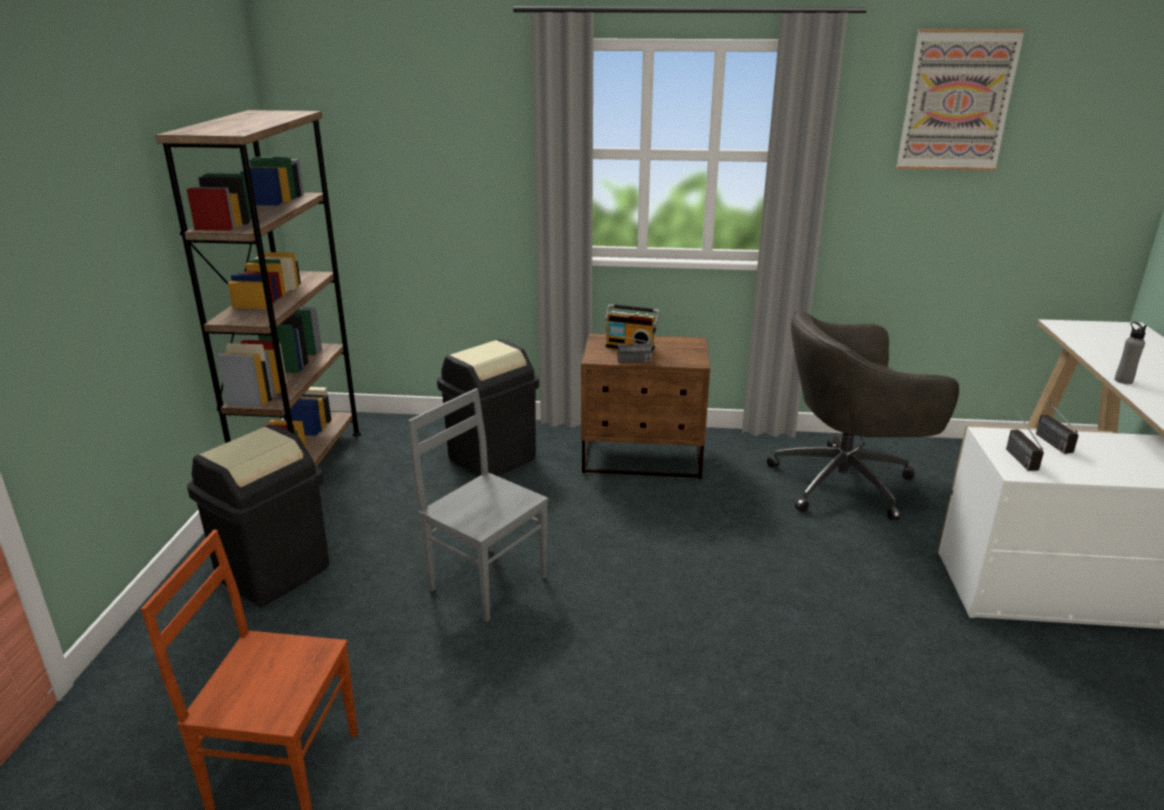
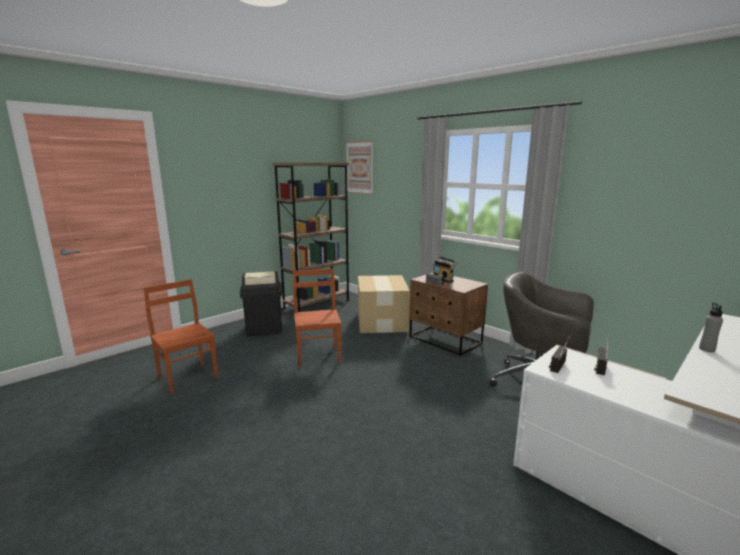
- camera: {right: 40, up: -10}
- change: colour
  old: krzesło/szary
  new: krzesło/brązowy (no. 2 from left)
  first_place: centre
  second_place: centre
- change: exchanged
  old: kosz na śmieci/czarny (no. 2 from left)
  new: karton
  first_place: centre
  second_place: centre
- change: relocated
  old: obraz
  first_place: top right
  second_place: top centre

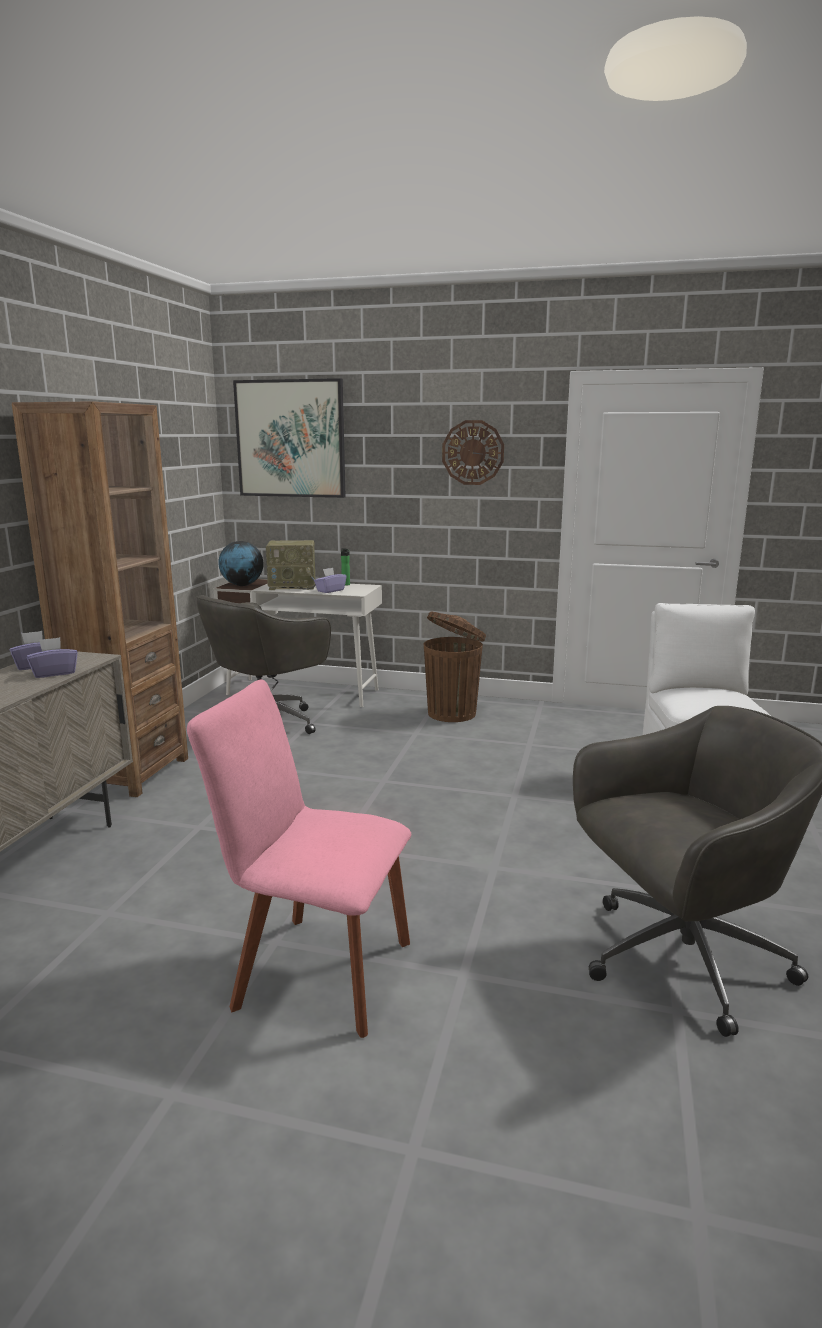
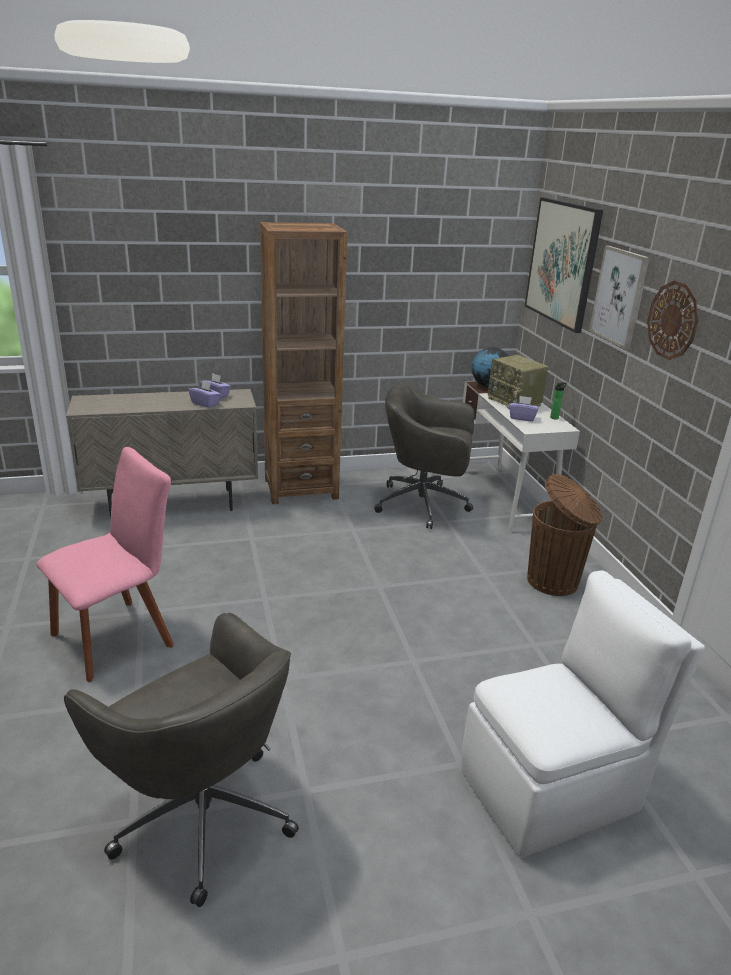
- camera: {right: 60, up: 10}
- change: spun
  old: krzesło/różowy
  first_place: centre
  second_place: middle left
  degrees: 60
- change: appeared
  new: obraz (no. 2 from left)
  second_place: top right

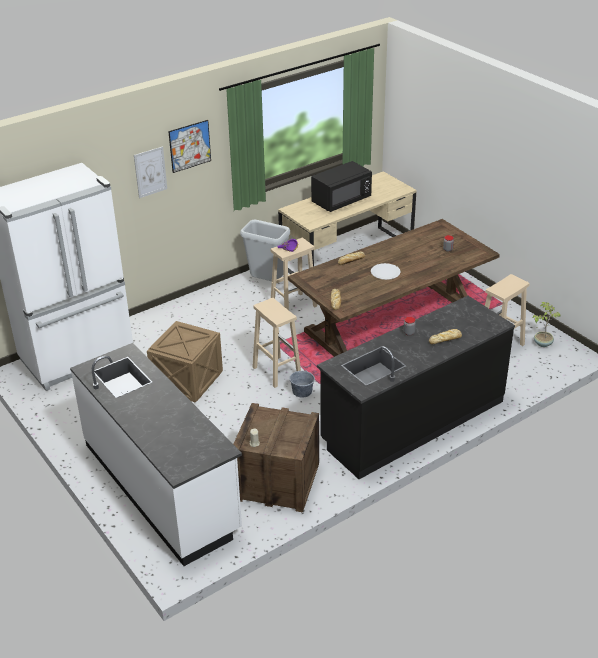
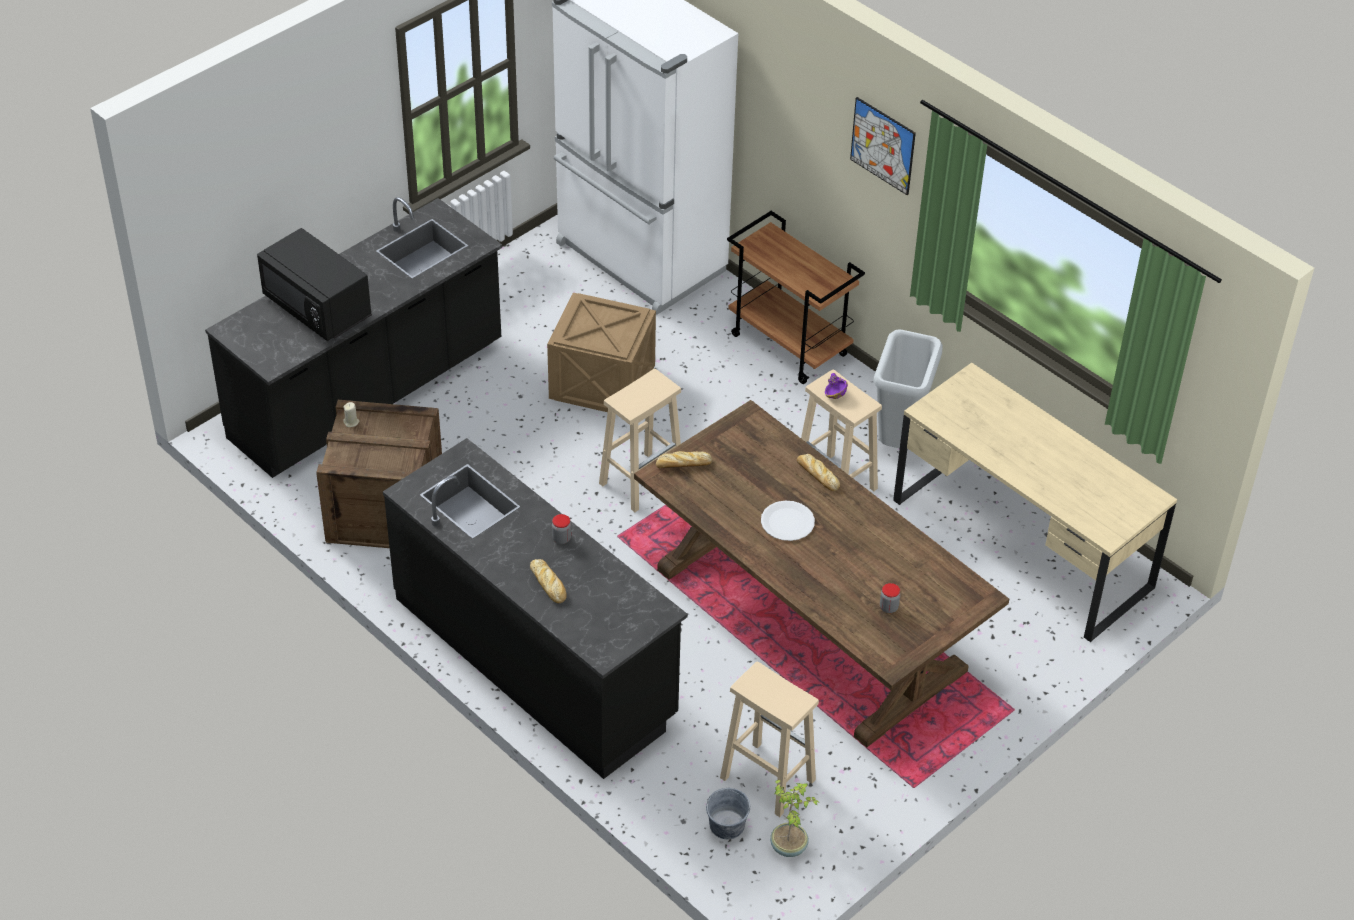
- camera: {right: 80, up: 10}
- change: colour
  old: zabudowa kuchenna/biały
  new: zabudowa kuchenna/czarny (no. 1 from left)
  first_place: bottom left
  second_place: middle left
- change: missing
  old: obraz (no. 1 from left)
  first_place: top left
- change: relocated
  old: wiadro/szary
  first_place: centre
  second_place: bottom centre
- change: relocated
  old: mikrofalówka/czarny
  first_place: top centre
  second_place: top left
- change: appeared
  new: wózek/brązowy
  second_place: top centre

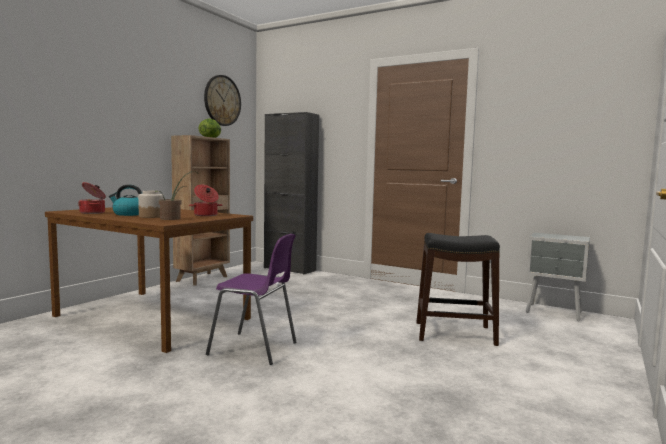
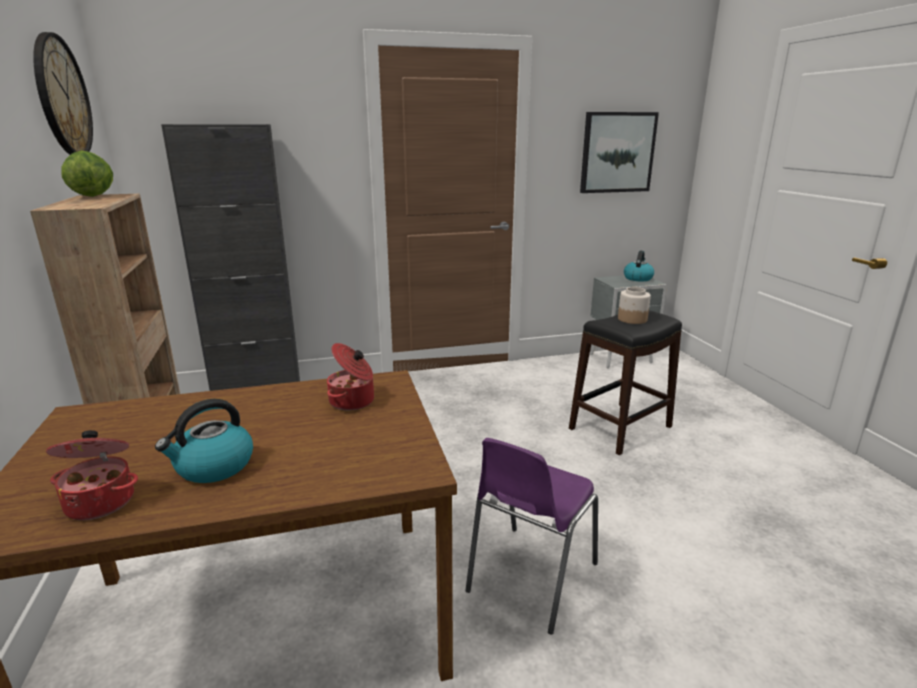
- camera: {right: -45, up: 15}
- change: relocated
  old: słoik
  first_place: middle left
  second_place: middle right
- change: missing
  old: roślina doniczkowa
  first_place: middle left
- change: spun
  old: krzesło/fioletowy
  first_place: bottom centre
  second_place: bottom centre
  degrees: 150
- change: appeared
  new: obraz
  second_place: top right
- change: appeared
  new: czajnik (no. 2 from left)
  second_place: middle right

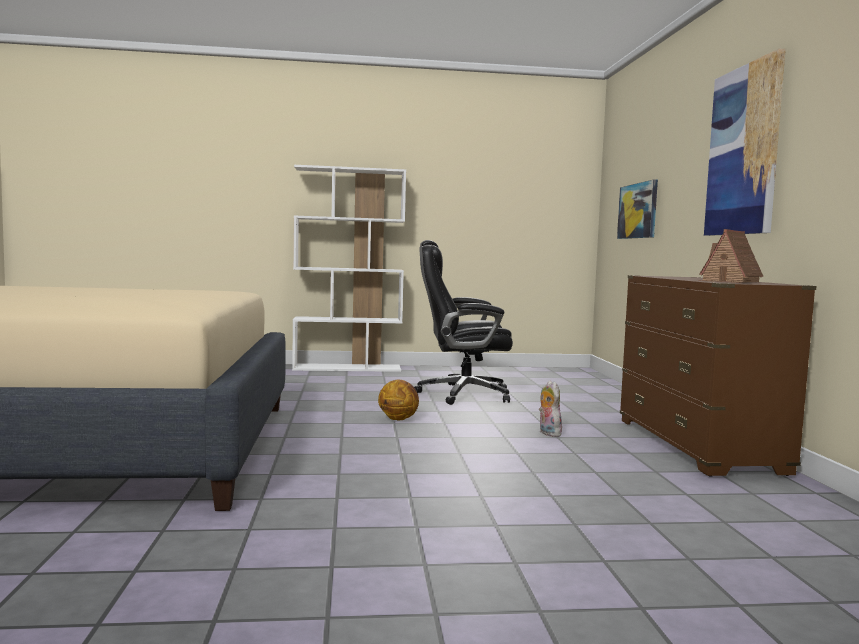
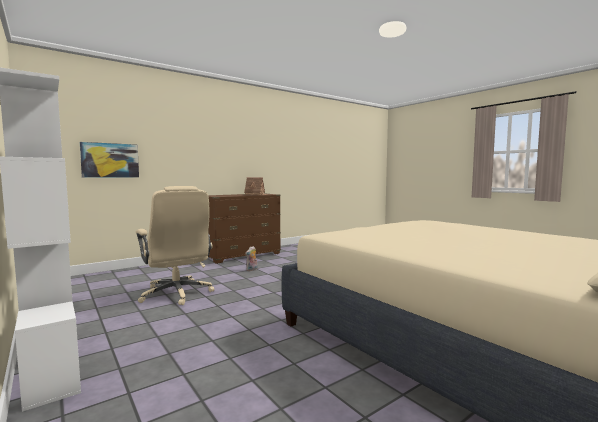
- camera: {right: -120, up: 0}
- change: missing
  old: piłka do koszykówki
  first_place: centre
- change: colour
  old: krzesło biurowe/czarny
  new: krzesło biurowe/beżowy
  first_place: centre
  second_place: middle left
- change: missing
  old: obraz (no. 2 from left)
  first_place: top right

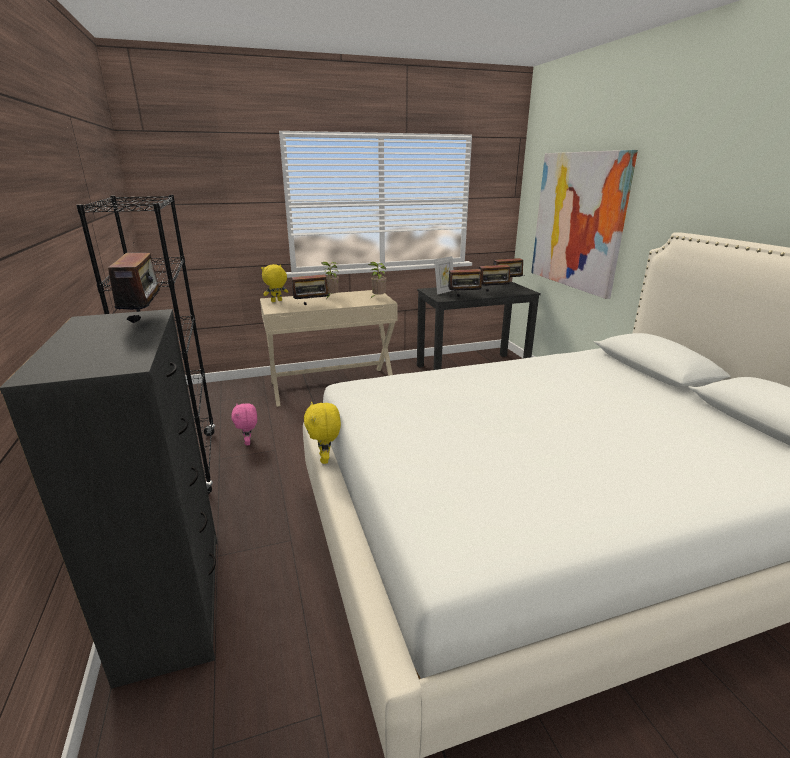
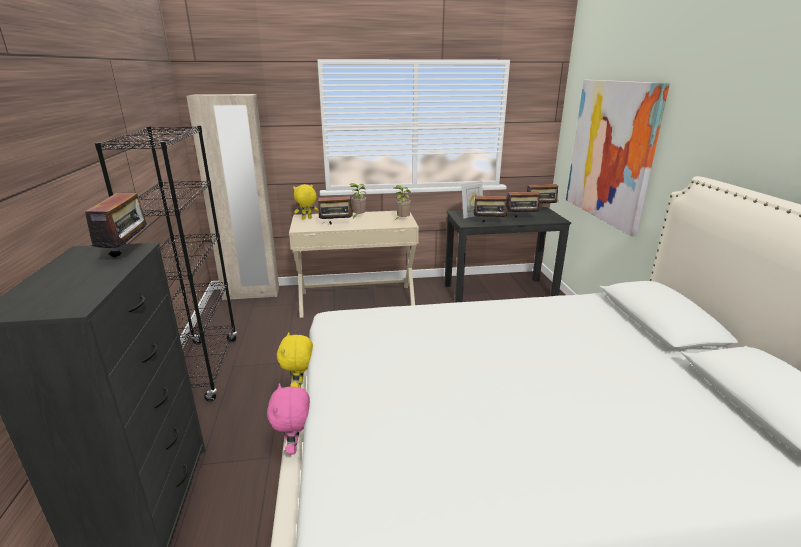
- camera: {right: 10, up: 0}
- change: relocated
  old: pluszak/różowy
  first_place: middle left
  second_place: bottom centre
- change: appeared
  new: szafa/beżowy
  second_place: middle left

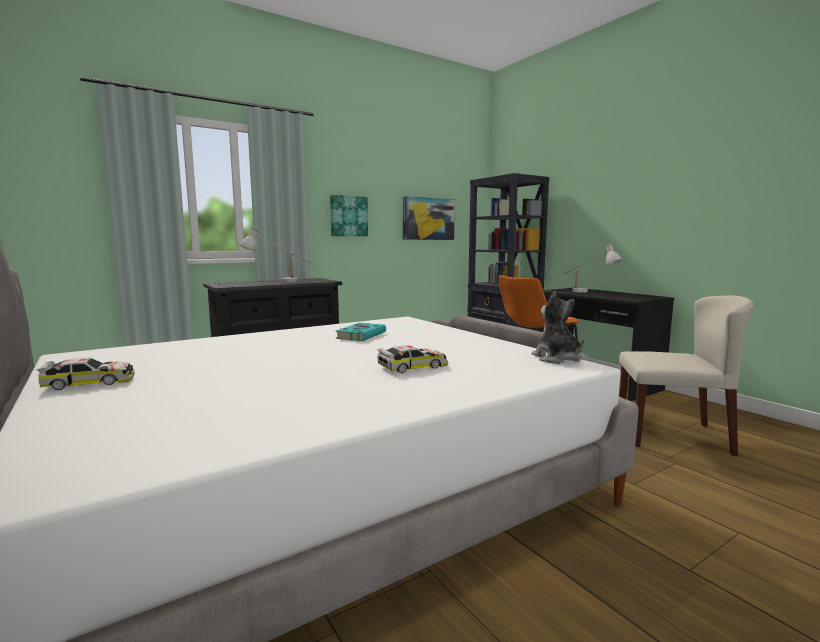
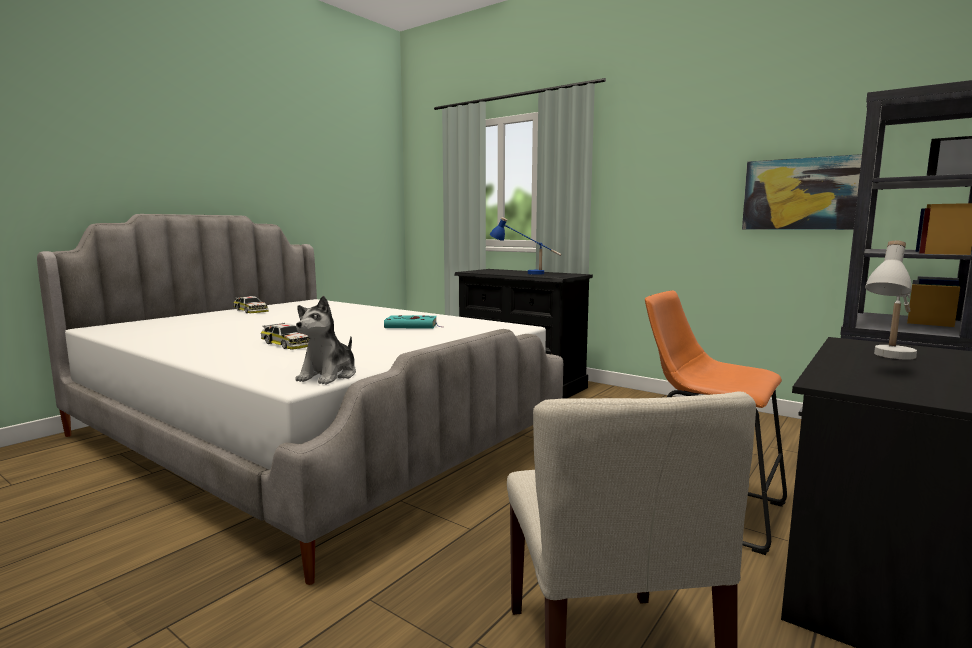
- camera: {right: 70, up: 0}
- change: colour
  old: lampa stołowa/biały (no. 1 from left)
  new: lampa stołowa/niebieski
  first_place: centre
  second_place: centre
- change: missing
  old: obraz (no. 1 from left)
  first_place: centre
- change: spun
  old: pluszak
  first_place: middle right
  second_place: centre
  degrees: 150

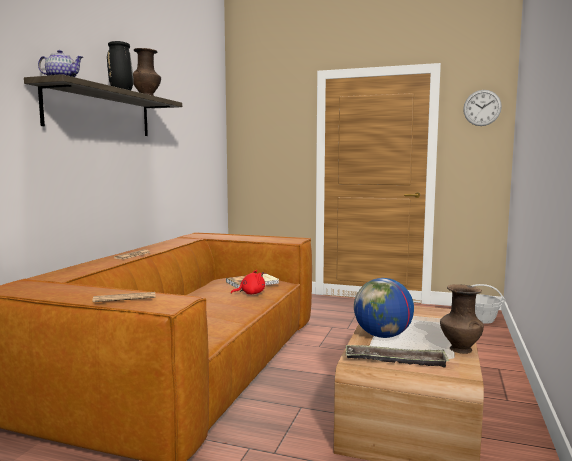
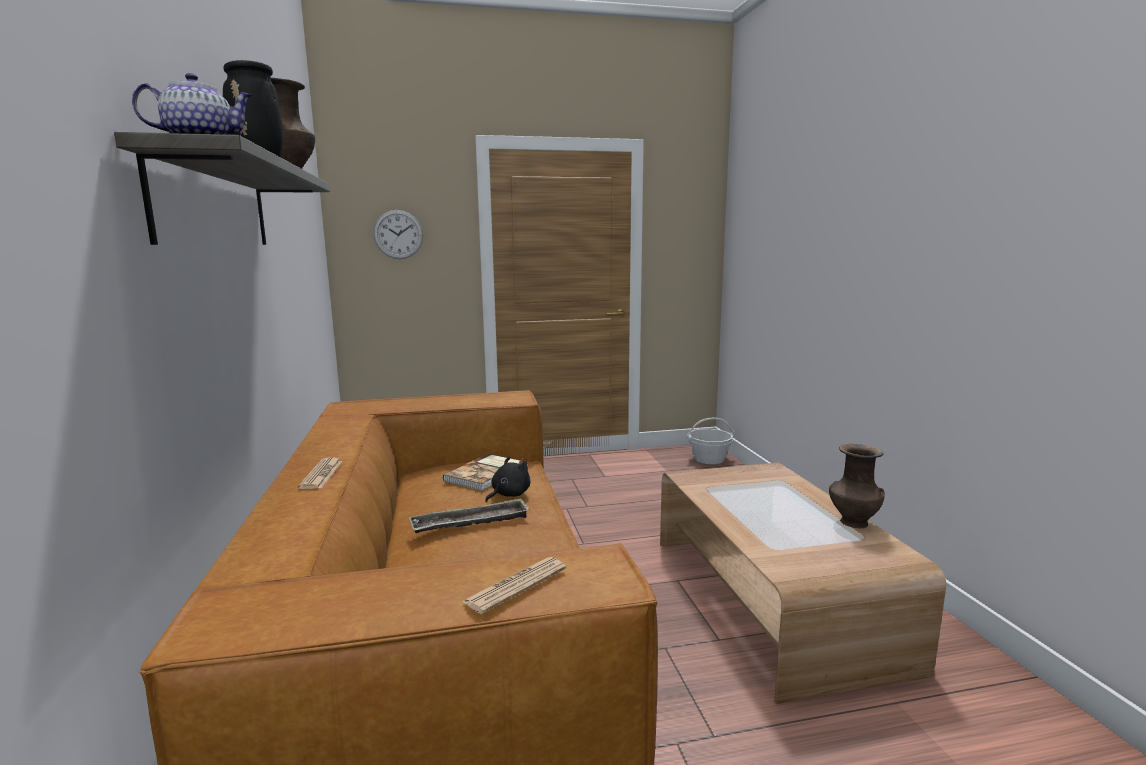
- camera: {right: -30, up: 5}
- change: colour
  old: pluszak/czerwony
  new: pluszak/czarny
  first_place: centre
  second_place: centre
- change: relocated
  old: taca
  first_place: bottom right
  second_place: bottom centre
- change: missing
  old: globus
  first_place: bottom right
- change: relocated
  old: zegar ścienny
  first_place: top right
  second_place: top centre

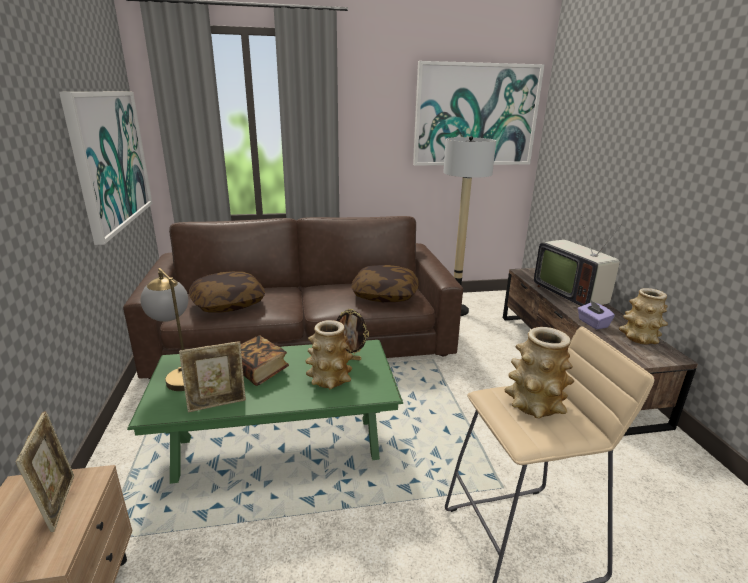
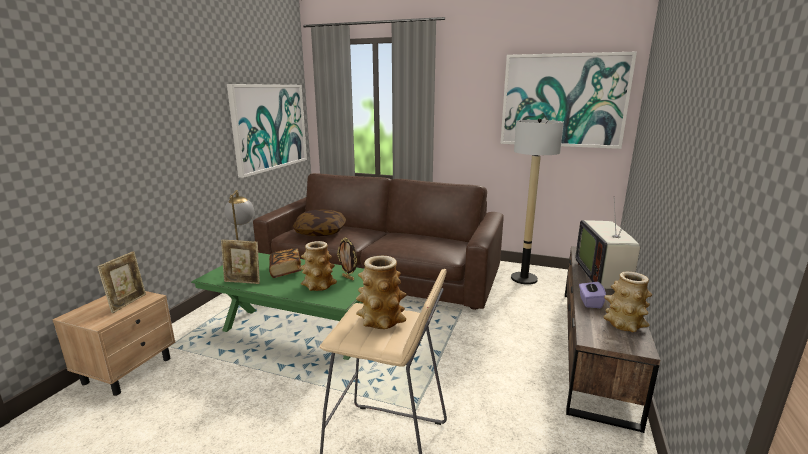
- camera: {right: 30, up: -5}
- change: missing
  old: poduszka (no. 2 from left)
  first_place: centre

